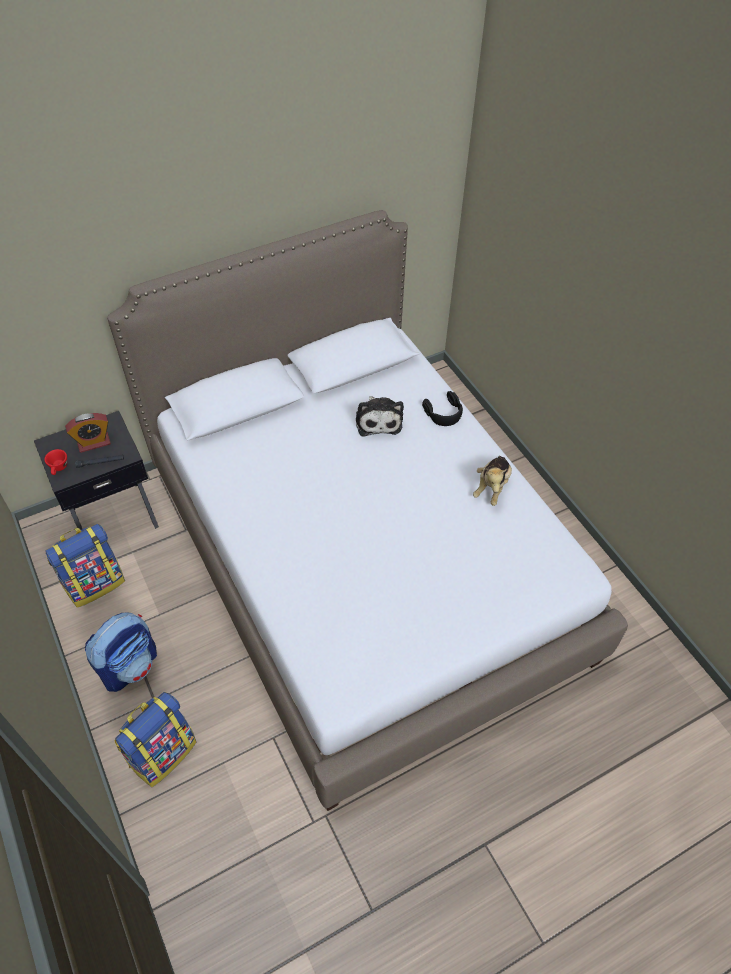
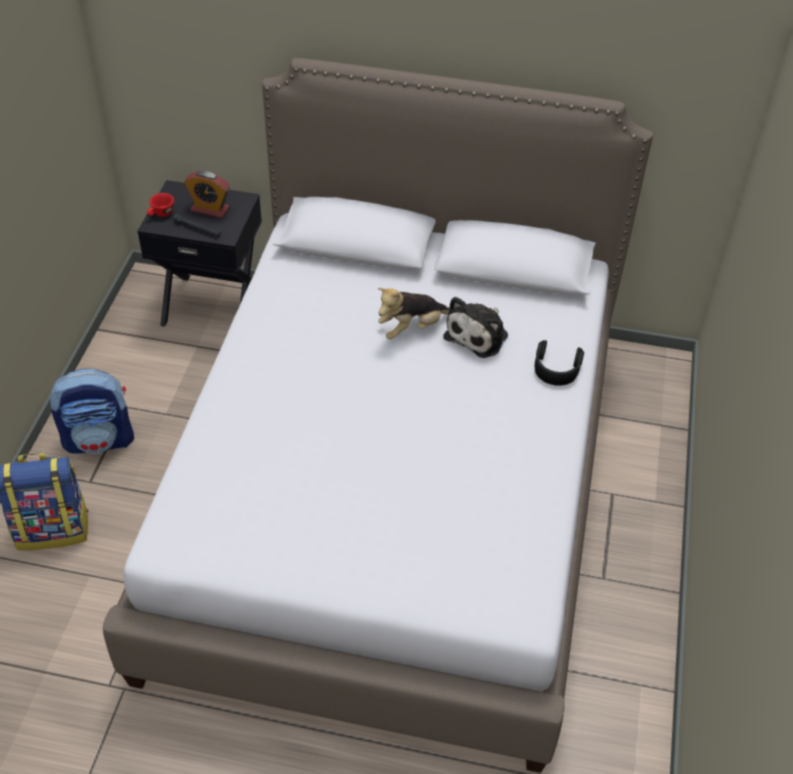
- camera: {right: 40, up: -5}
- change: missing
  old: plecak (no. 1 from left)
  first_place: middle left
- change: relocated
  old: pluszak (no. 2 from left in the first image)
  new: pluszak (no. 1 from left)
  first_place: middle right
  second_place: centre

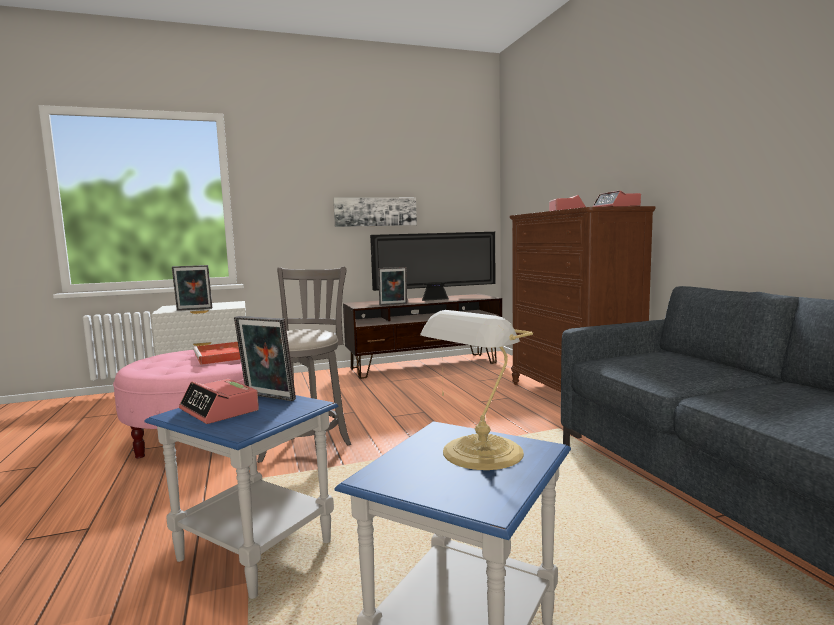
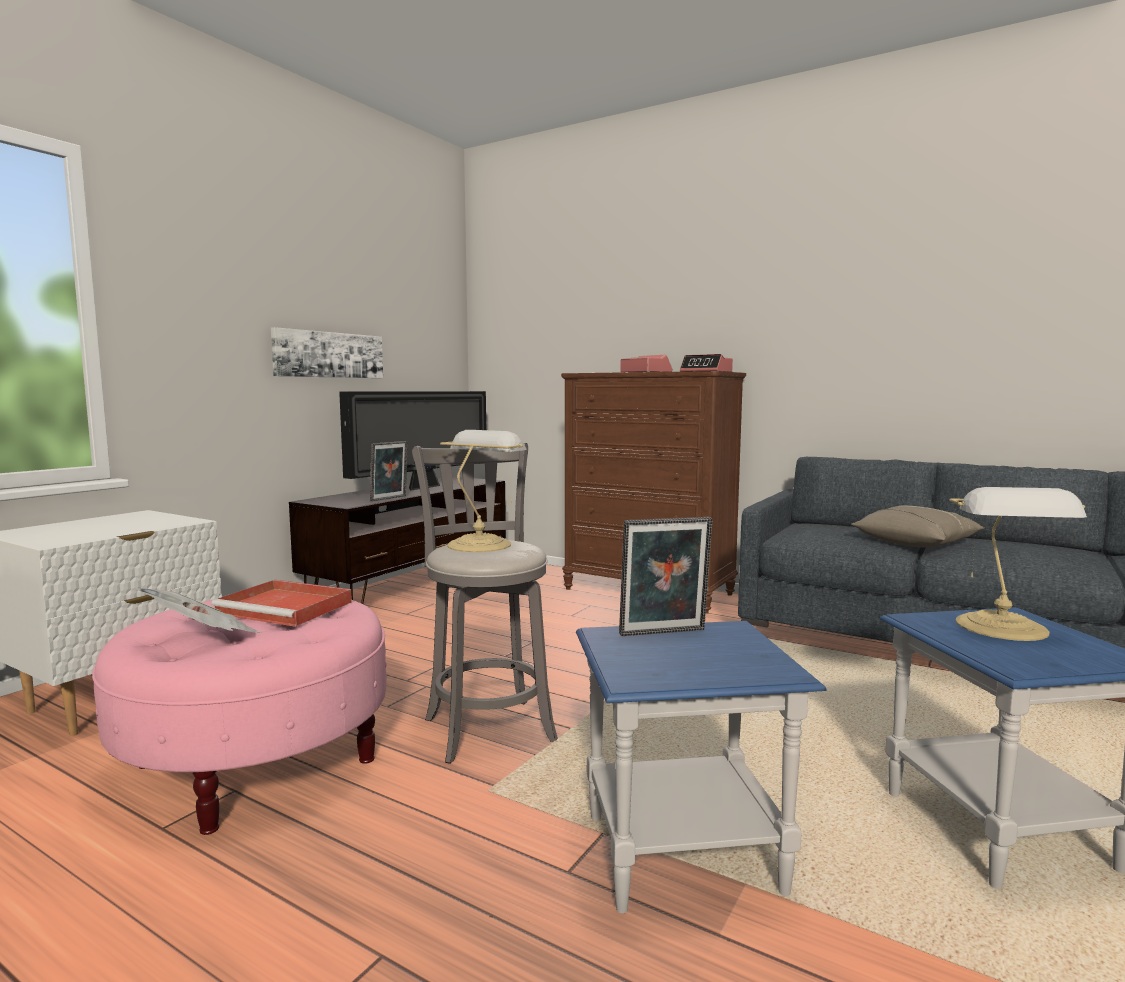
- camera: {right: -40, up: 0}
- change: missing
  old: ramka na zdjęcie (no. 1 from left)
  first_place: middle left
- change: missing
  old: budzik (no. 1 from left)
  first_place: middle left
- change: appeared
  new: gazeta
  second_place: middle left
- change: appeared
  new: lampa stołowa (no. 1 from left)
  second_place: centre
- change: appeared
  new: poduszka/beżowy
  second_place: middle right

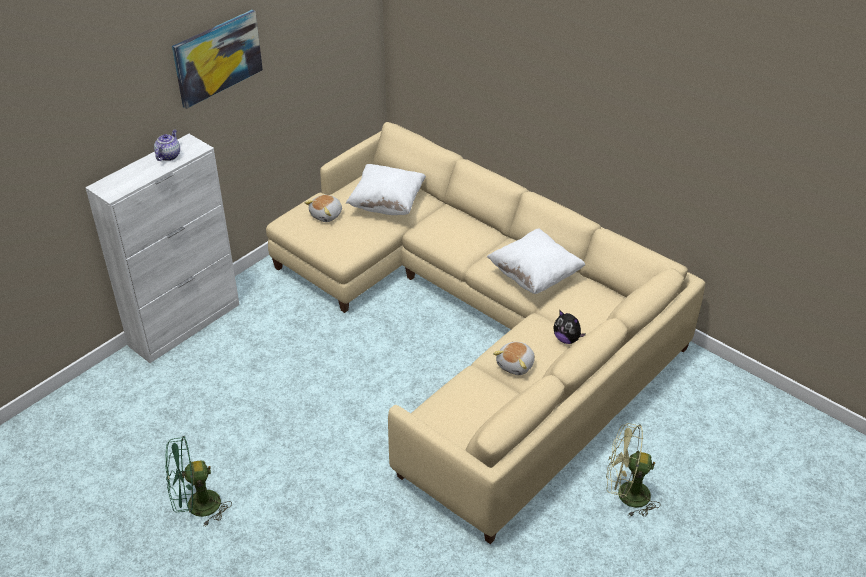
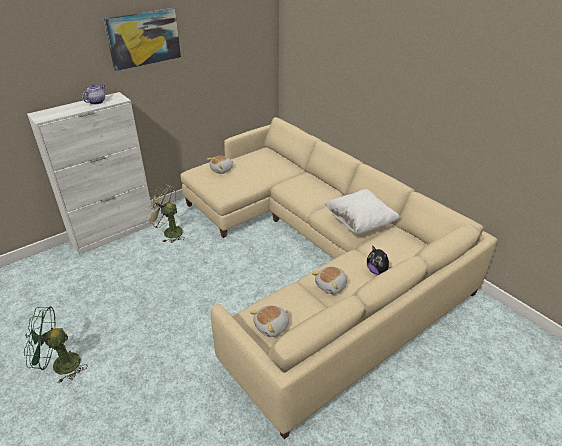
- camera: {right: 10, up: -5}
- change: missing
  old: poduszka/biały (no. 1 from left)
  first_place: top centre
- change: relocated
  old: wentylator/zielony (no. 2 from left)
  first_place: bottom right
  second_place: middle left
- change: appeared
  new: pluszak (no. 2 from left)
  second_place: bottom centre

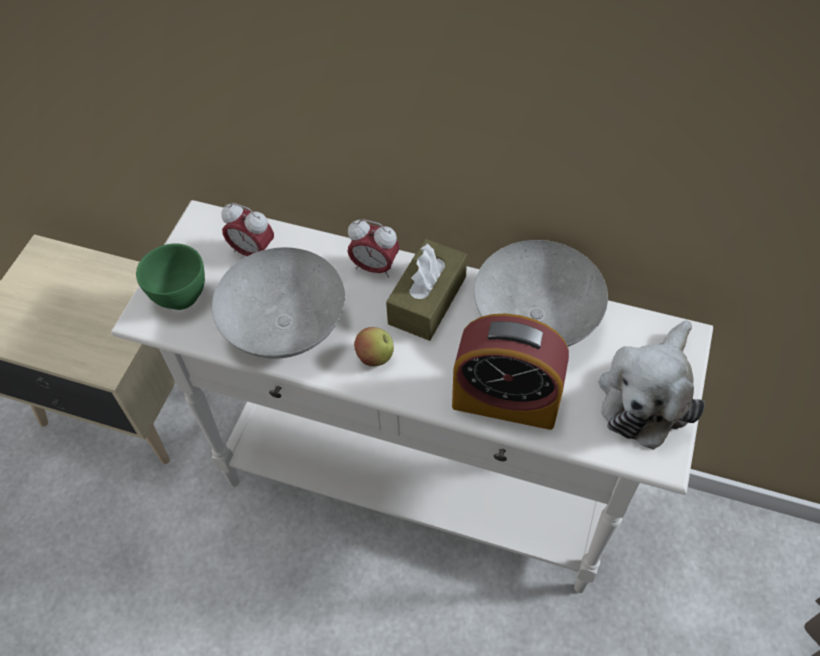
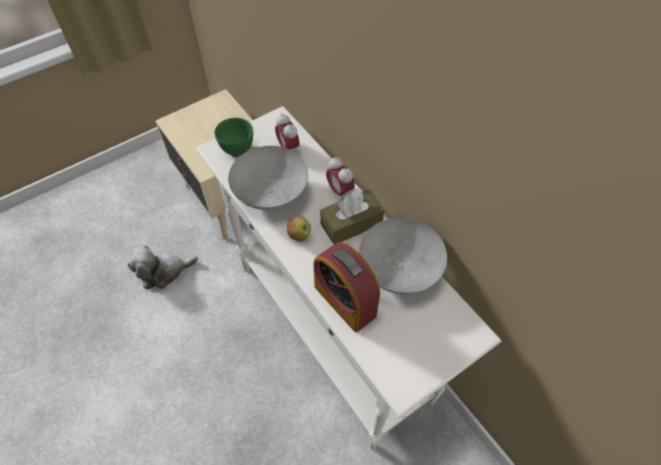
- camera: {right: 35, up: 0}
- change: relocated
  old: pluszak
  first_place: middle right
  second_place: middle left

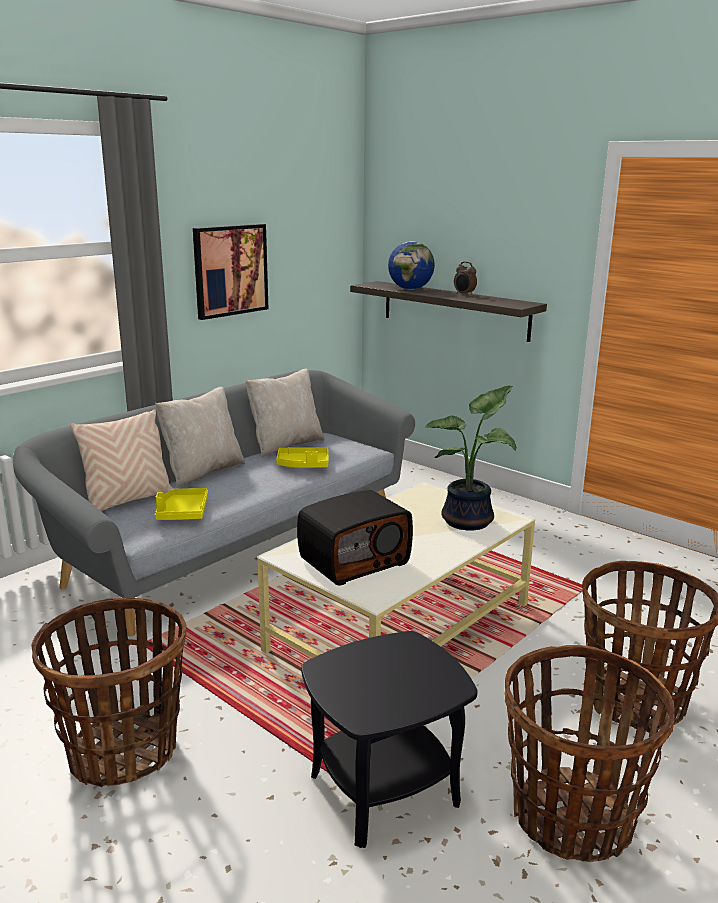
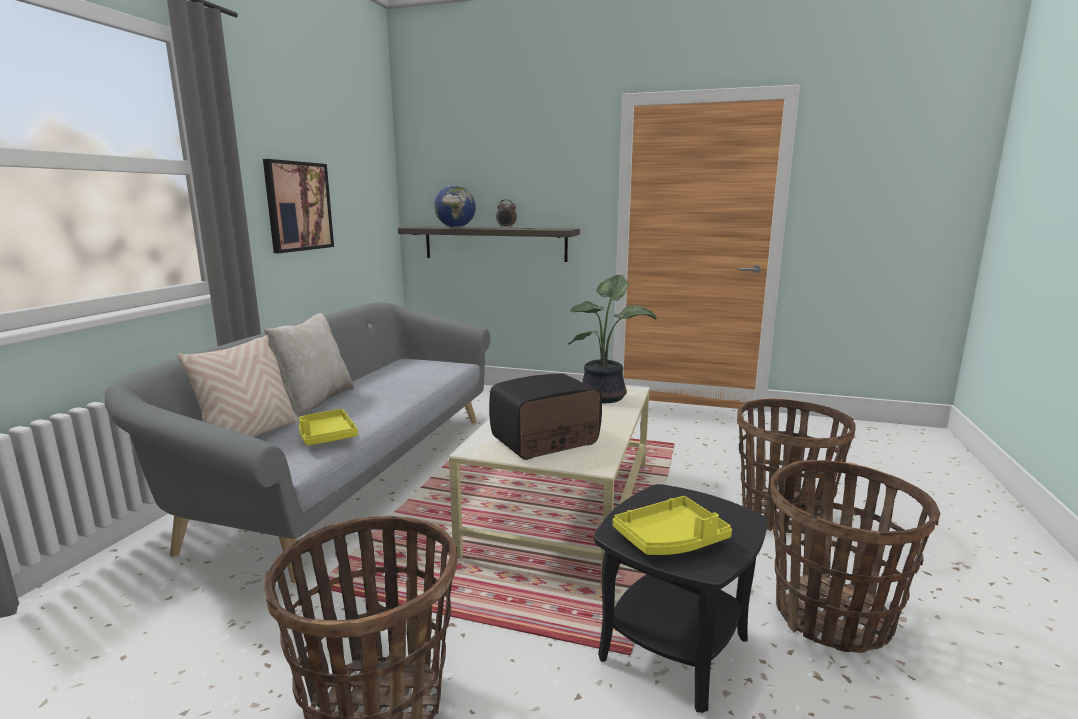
- camera: {right: -25, up: -5}
- change: missing
  old: poduszka/beżowy (no. 3 from left)
  first_place: centre
- change: relocated
  old: taca/żółty (no. 2 from left)
  first_place: centre
  second_place: bottom centre
- change: spun
  old: radio
  first_place: centre
  second_place: centre
  degrees: -150

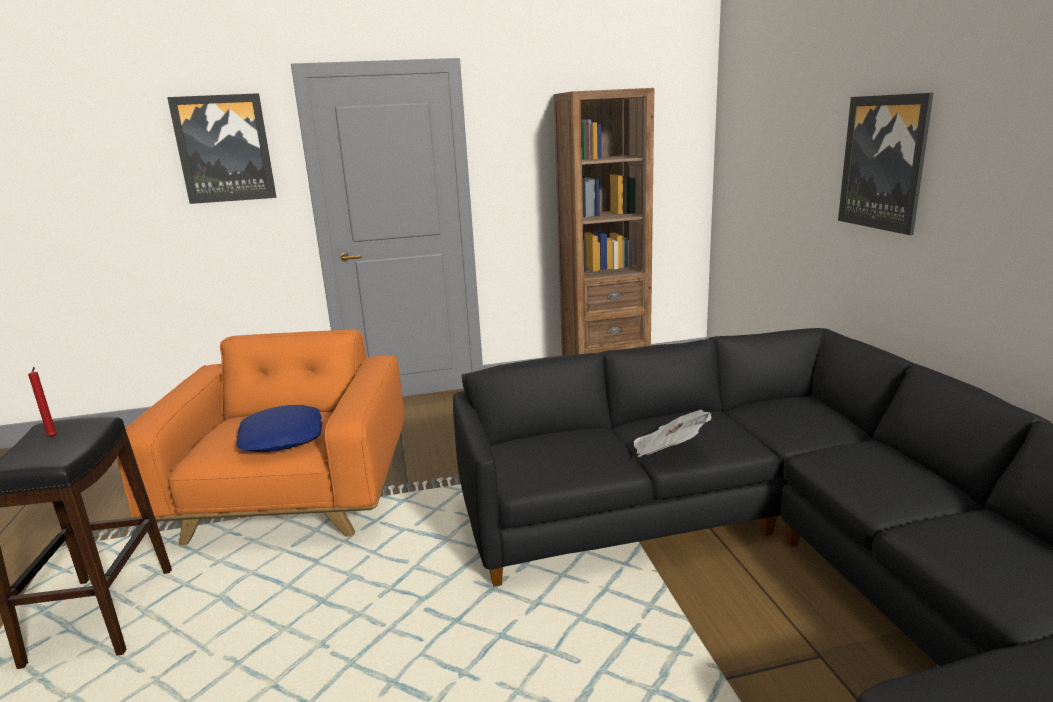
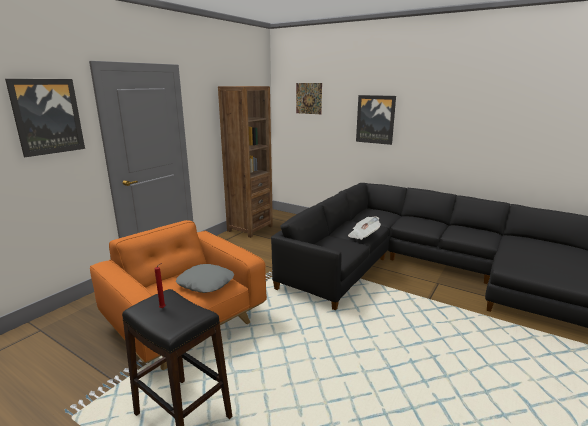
- camera: {right: -45, up: 0}
- change: colour
  old: poduszka/niebieski
  new: poduszka/szary
  first_place: middle left
  second_place: centre
- change: appeared
  new: obraz (no. 2 from left)
  second_place: top centre

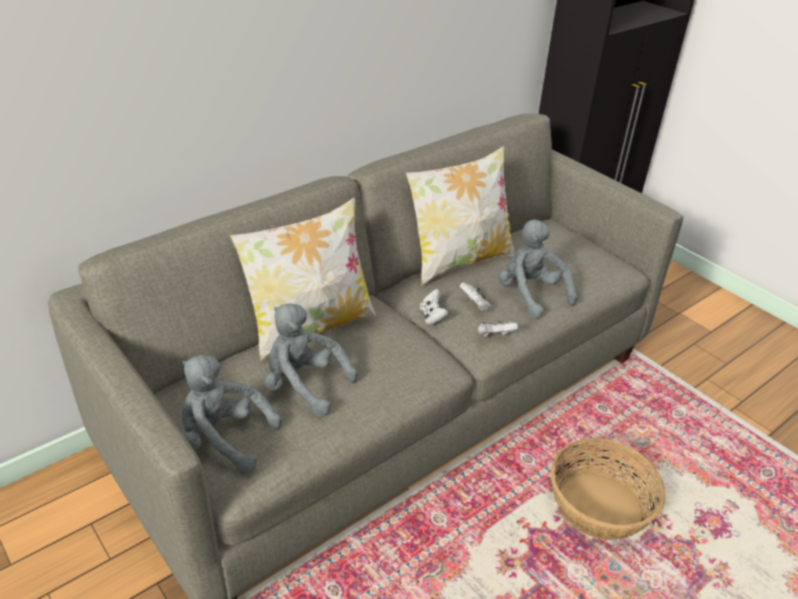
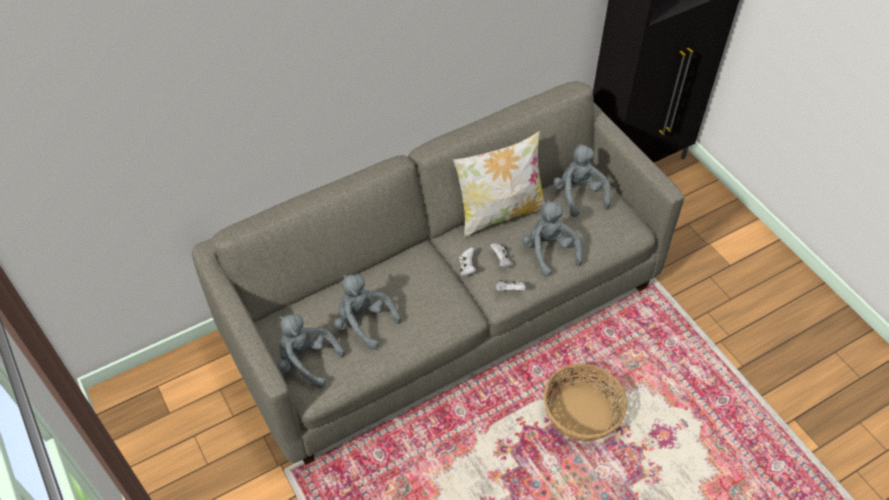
- camera: {right: 10, up: 15}
- change: missing
  old: poduszka (no. 1 from left)
  first_place: centre
- change: appeared
  new: pluszak/szary (no. 4 from left)
  second_place: centre

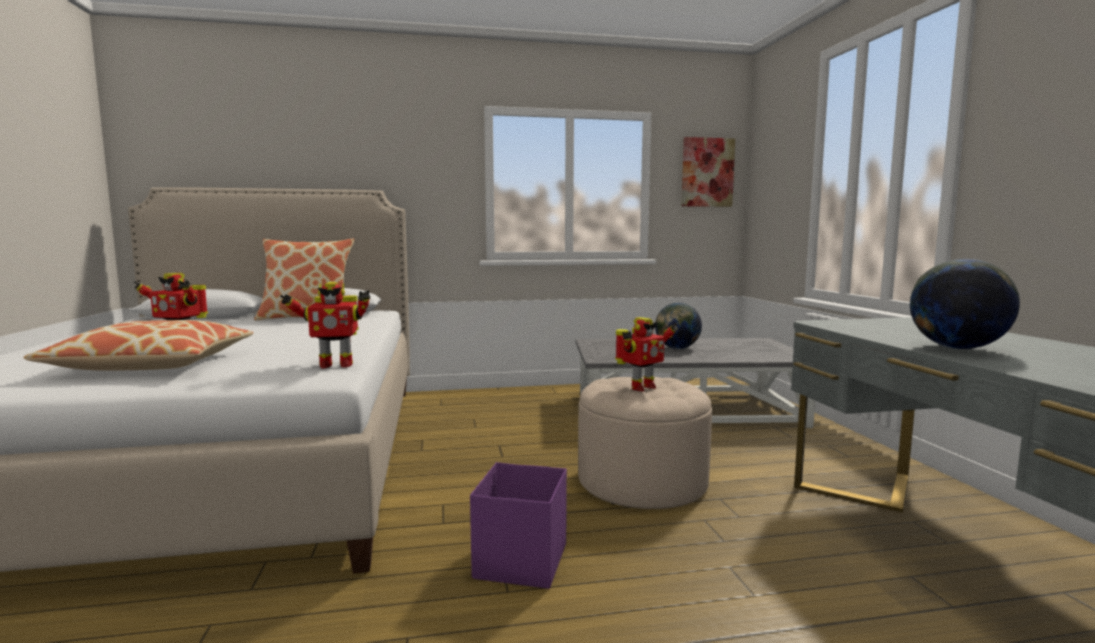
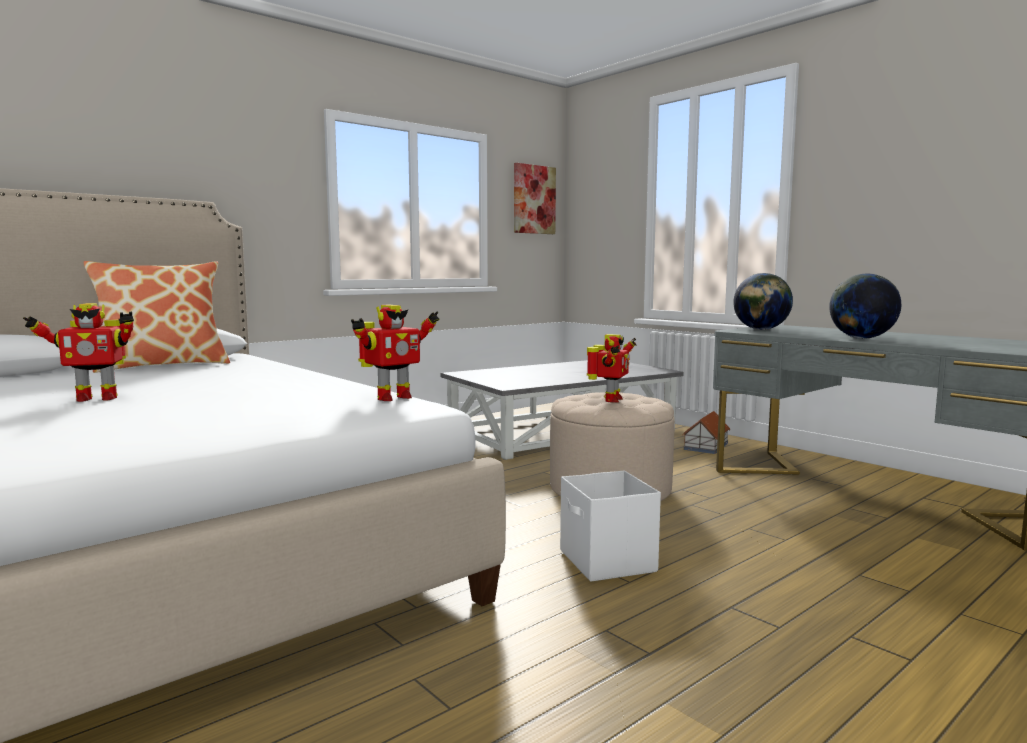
- camera: {right: -30, up: 0}
- change: missing
  old: poduszka (no. 1 from left)
  first_place: middle left
- change: colour
  old: pojemnik do przechowywania/fioletowy
  new: pojemnik do przechowywania/biały
  first_place: bottom centre
  second_place: bottom centre
- change: relocated
  old: globus (no. 1 from left)
  first_place: centre
  second_place: middle right
- change: appeared
  new: domek
  second_place: middle right

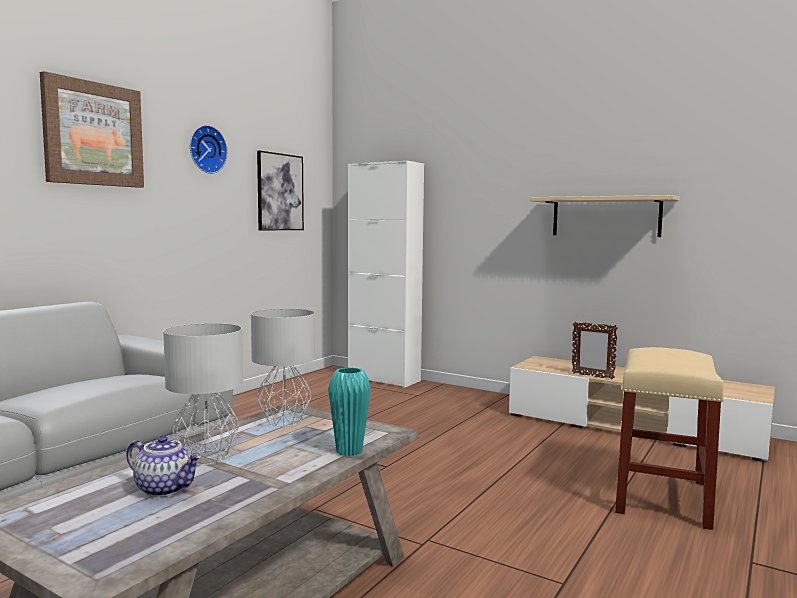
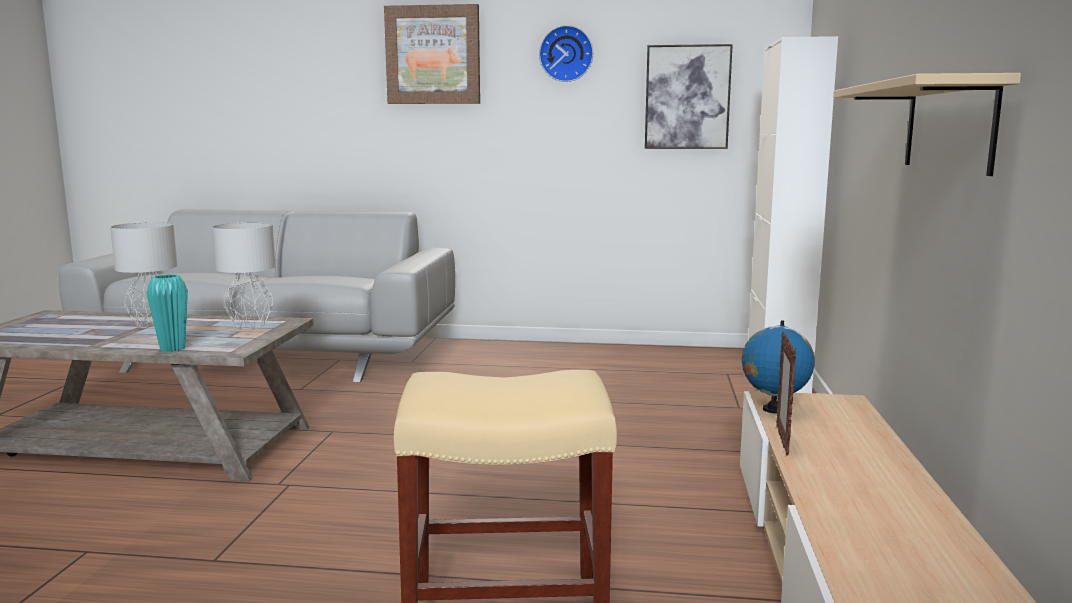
- camera: {right: 65, up: 5}
- change: missing
  old: imbryk
  first_place: bottom left
- change: appeared
  new: globus
  second_place: middle right

